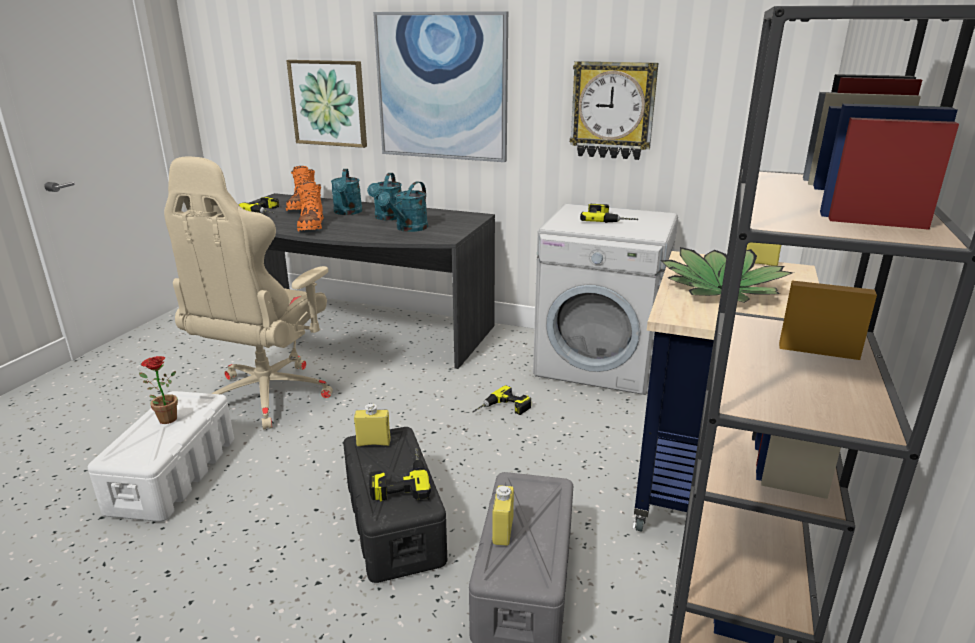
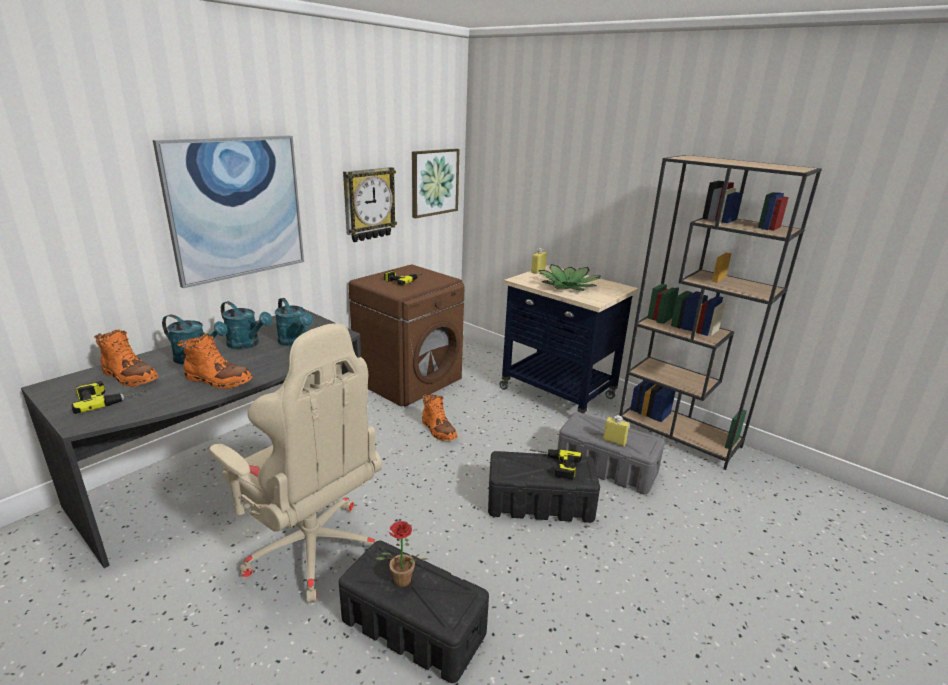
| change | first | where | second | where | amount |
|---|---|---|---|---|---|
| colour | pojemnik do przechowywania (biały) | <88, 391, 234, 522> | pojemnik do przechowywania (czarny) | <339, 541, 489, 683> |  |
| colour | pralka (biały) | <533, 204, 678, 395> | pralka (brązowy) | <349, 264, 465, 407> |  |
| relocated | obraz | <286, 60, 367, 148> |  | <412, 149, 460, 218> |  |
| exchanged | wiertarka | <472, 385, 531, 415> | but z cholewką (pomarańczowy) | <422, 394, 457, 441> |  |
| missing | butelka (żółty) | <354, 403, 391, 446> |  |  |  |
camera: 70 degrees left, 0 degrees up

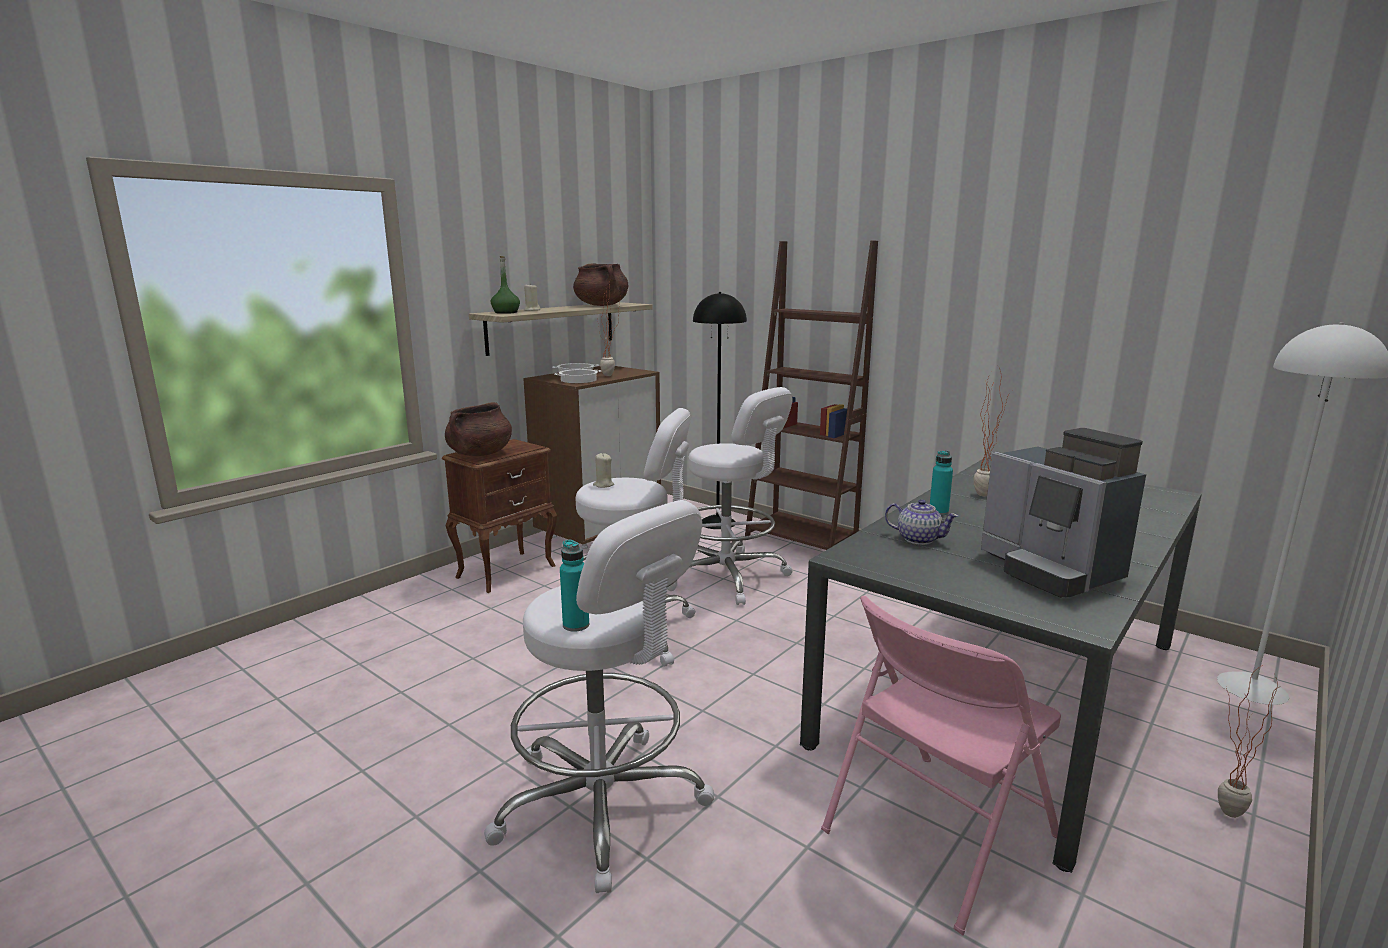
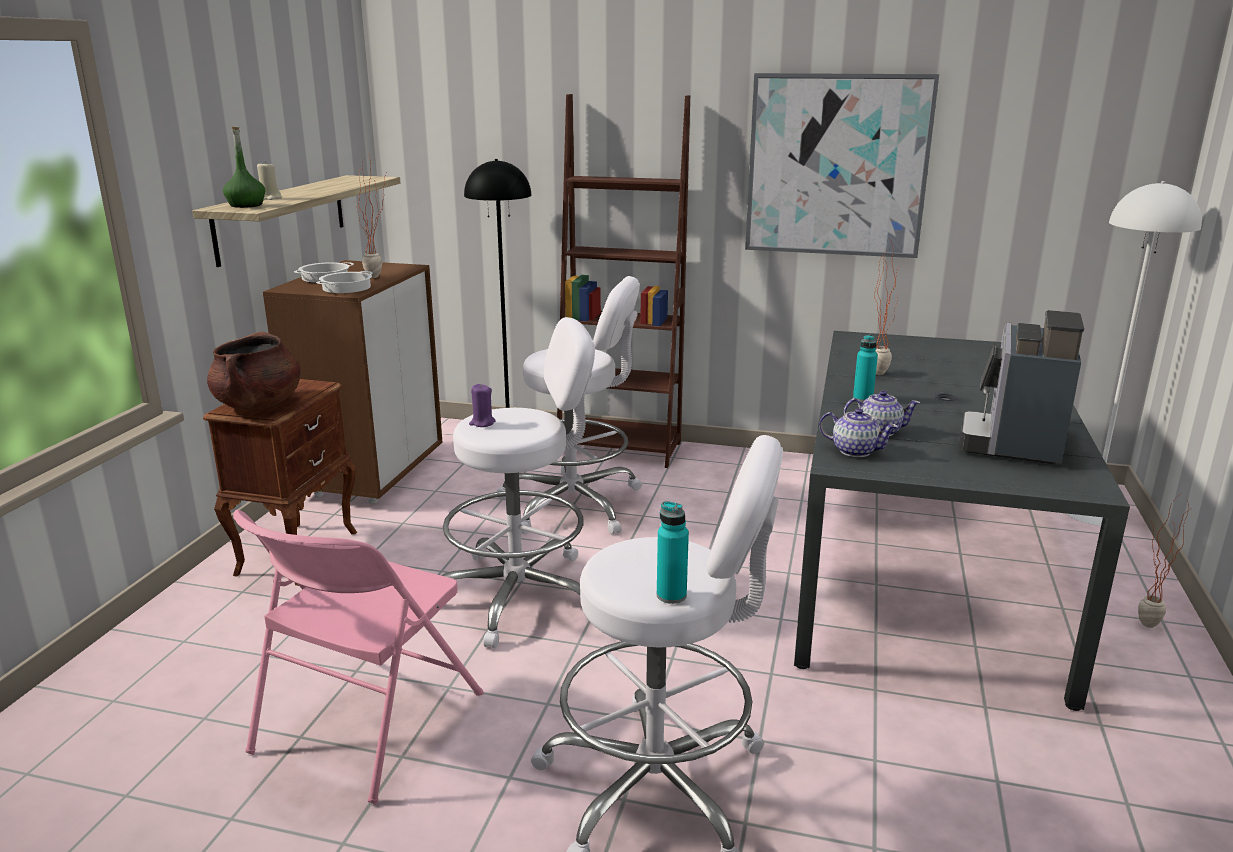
| change | first | where | second | where | amount |
|---|---|---|---|---|---|
| relocated | krzesło (różowy) | <821, 596, 1061, 936> |  | <233, 510, 484, 805> |  |
| colour | świeca (beżowy) | <593, 453, 614, 488> | świeca (fioletowy) | <469, 384, 496, 427> |  |
| appeared |  |  | obraz | <745, 73, 939, 258> |  |
| appeared |  |  | imbryk | <819, 408, 898, 457> |  |
| spun | ekspres do kawy | <981, 428, 1146, 598> |  | <959, 310, 1084, 464> | 75 degrees clockwise |
| missing | garnek (brązowy) | <573, 263, 628, 306> |  |  |  |
camera: 25 degrees left, 5 degrees up

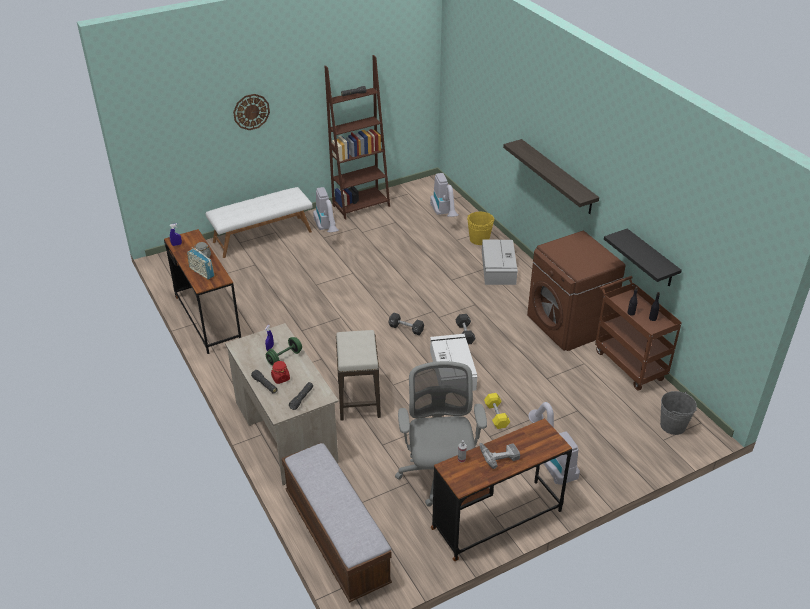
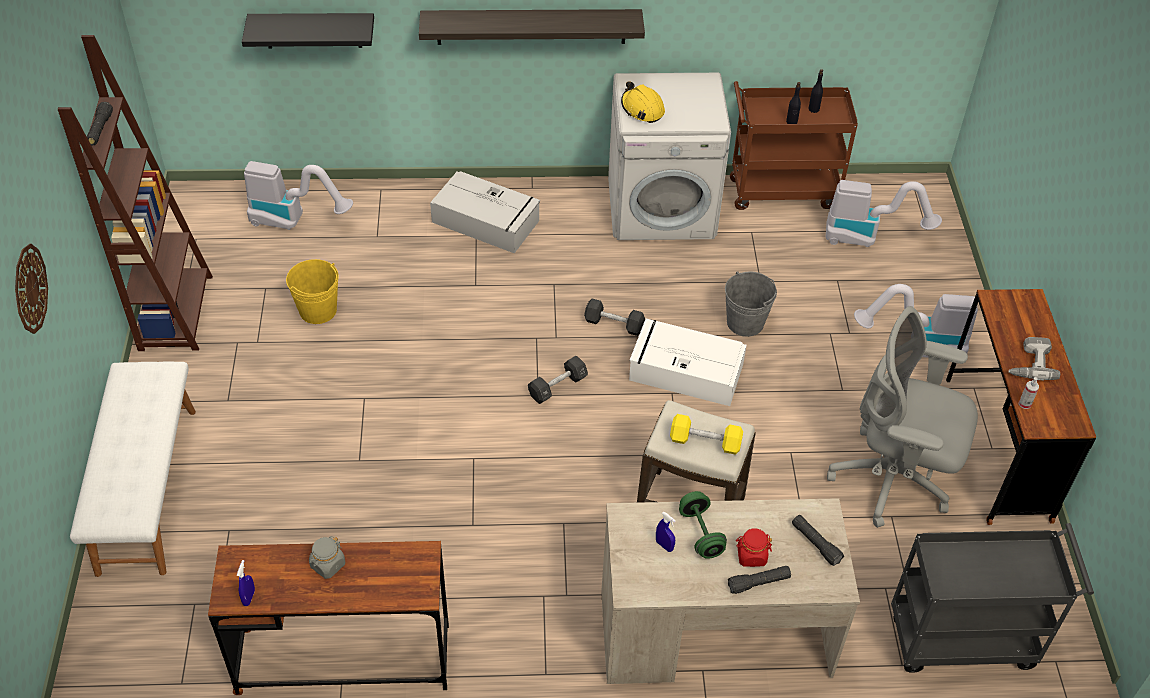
| change | first | where | second | where | amount |
|---|---|---|---|---|---|
| relocated | półka (czarny) | <604, 229, 682, 286> |  | <242, 13, 374, 48> |  |
| relocated | wiadro (żółty) | <467, 212, 494, 245> |  | <286, 259, 339, 324> |  |
| colour | pralka (brązowy) | <527, 231, 626, 351> | pralka (biały) | <608, 73, 731, 240> |  |
| appeared |  |  | kask (żółty) | <621, 81, 665, 123> |  |
| relocated | hantel (żółty) | <484, 393, 510, 429> |  | <670, 414, 743, 455> |  |
| relocated | wiadro (szary) | <660, 391, 697, 435> |  | <725, 271, 777, 337> |  |
| relocated | odkurzacz | <313, 187, 339, 232> |  | <826, 180, 942, 247> |  |
| exchanged | ławka | <282, 443, 392, 603> | wózek (szary) | <891, 523, 1094, 673> |  |
| missing | radio | <187, 247, 215, 279> |  |  |  |
camera: 65 degrees left, 10 degrees up

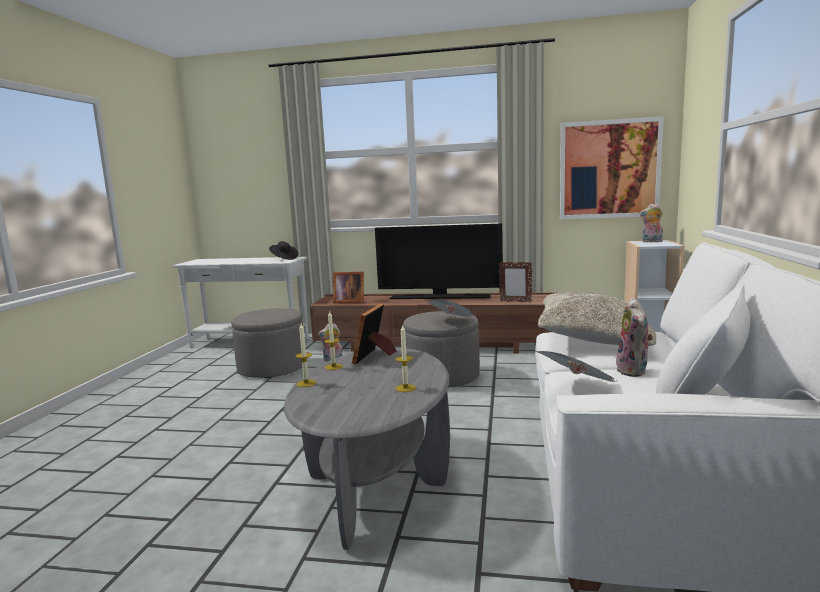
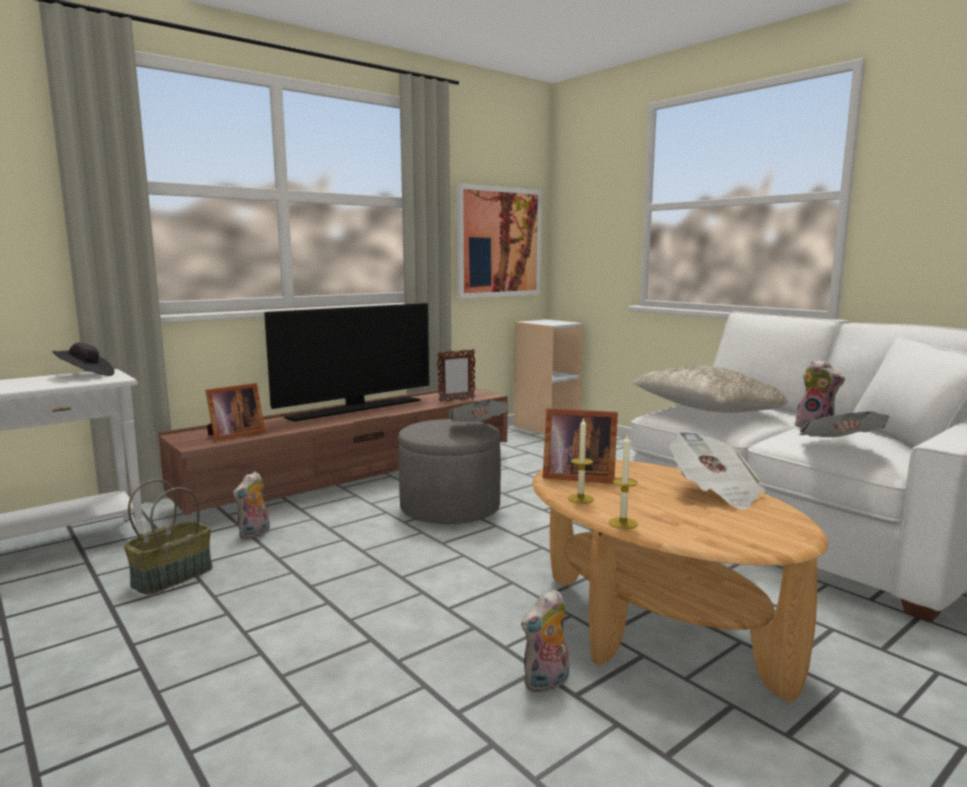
| change | first | where | second | where | amount |
|---|---|---|---|---|---|
| exchanged | pufa (szary) | <231, 308, 303, 378> | koszyk | <124, 479, 213, 595> |  |
| relocated | pluszak | <639, 203, 663, 243> |  | <521, 589, 569, 693> |  |
| colour | ława (szary) | <284, 348, 450, 550> | ława (brązowy) | <532, 460, 828, 702> |  |
| spun | ramka na zdjęcie | <352, 303, 396, 365> |  | <543, 408, 618, 484> | 45 degrees counterclockwise |
| exchanged | świeca | <396, 324, 416, 392> | gazeta | <669, 430, 766, 510> |  |
camera: 50 degrees left, 0 degrees up

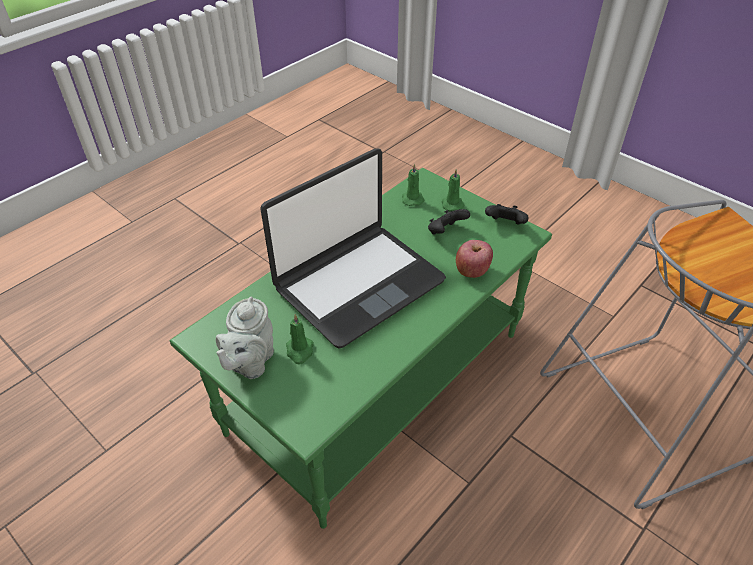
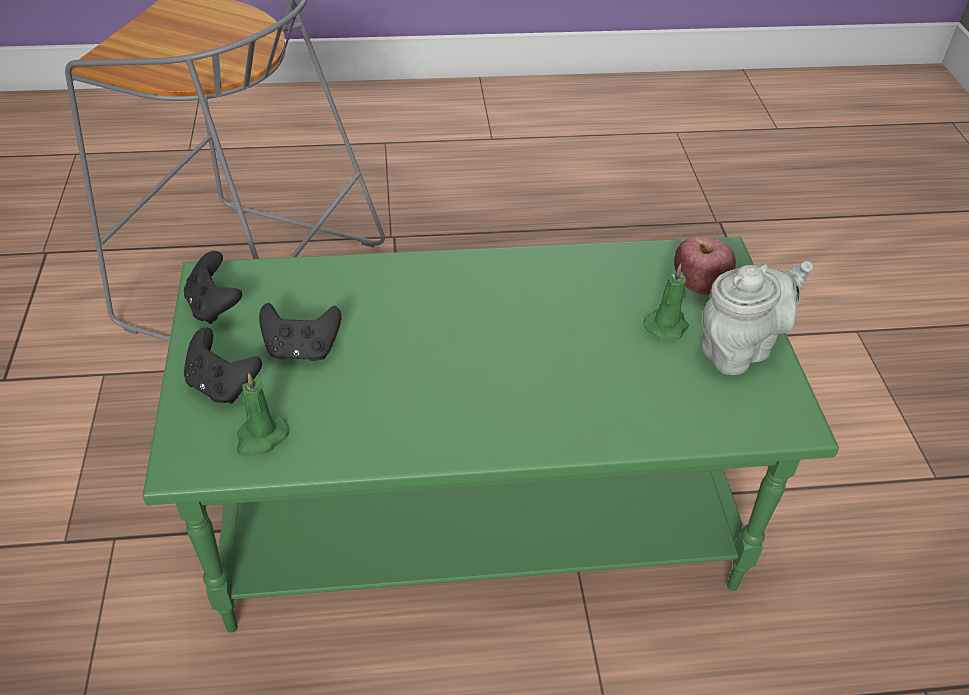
| change | first | where | second | where | amount |
|---|---|---|---|---|---|
| exchanged | świeca (zielony) | <442, 169, 464, 211> | pad do gier (czarny) | <184, 327, 262, 404> |  |
| relocated | jabłko | <456, 240, 493, 278> |  | <674, 236, 736, 295> |  |
| missing | laptop | <260, 149, 446, 348> |  |  |  |
camera: 140 degrees left, 0 degrees up

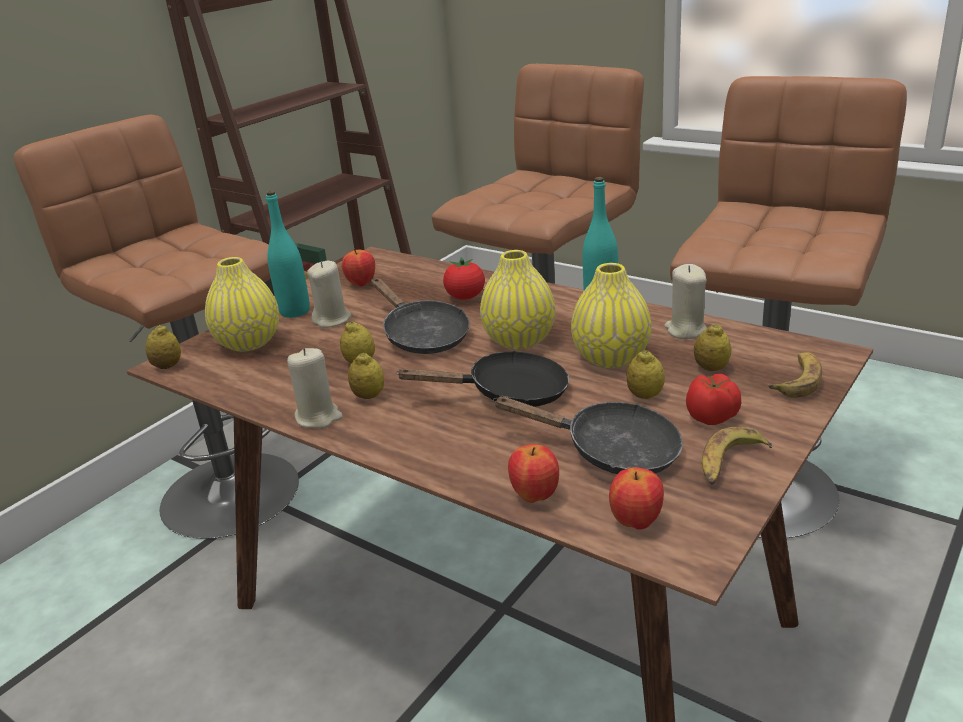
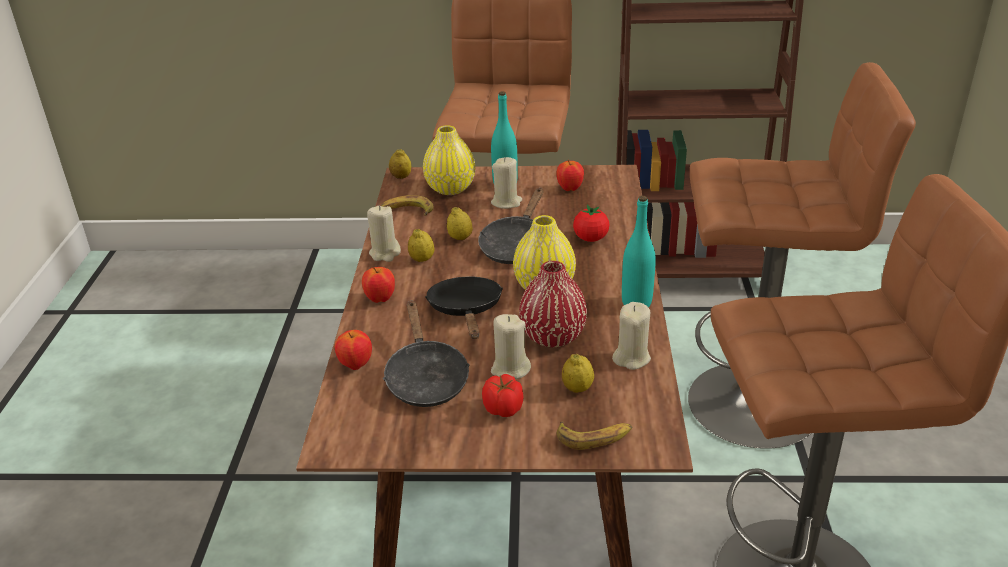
| change | first | where | second | where | amount |
|---|---|---|---|---|---|
| relocated | jabłko | <609, 467, 664, 530> |  | <362, 267, 395, 303> |  |
| relocated | banan | <702, 427, 772, 485> |  | <381, 195, 434, 216> |  |
| spun | patelnia (czarny) | <395, 351, 569, 407> |  | <425, 276, 503, 339> | 150 degrees counterclockwise |
| exchanged | cytryna | <627, 350, 665, 399> | świeca (beżowy) | <491, 314, 531, 379> |  |
| colour | wazon (żółty) | <571, 263, 652, 368> | wazon (czerwony) | <519, 261, 587, 347> |  |
camera: 55 degrees right, 5 degrees up

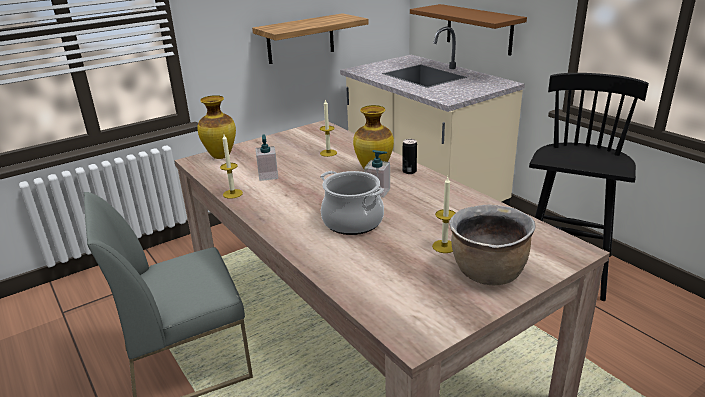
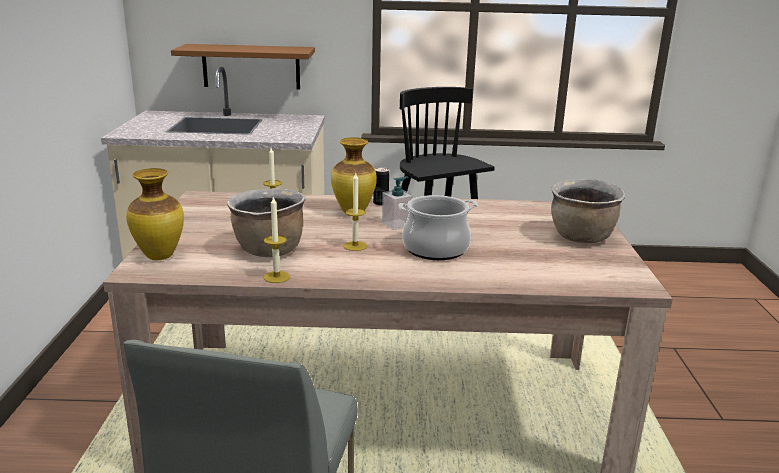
| change | first | where | second | where | amount |
|---|---|---|---|---|---|
| exchanged | dozownik mydła | <256, 134, 278, 181> | garnek (brązowy) | <227, 188, 305, 257> |  |
| relocated | świeca | <432, 177, 455, 253> |  | <343, 173, 367, 251> |  |
| missing | półka | <252, 13, 369, 64> |  |  |  |
camera: 55 degrees left, 5 degrees down

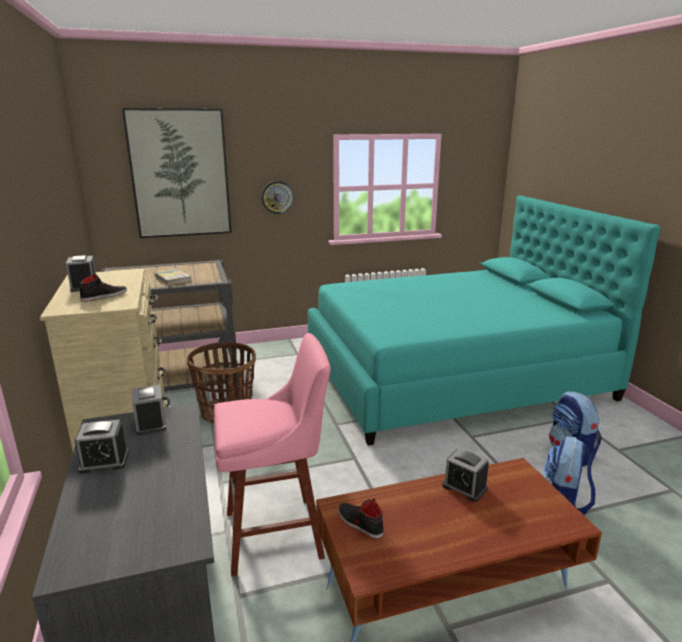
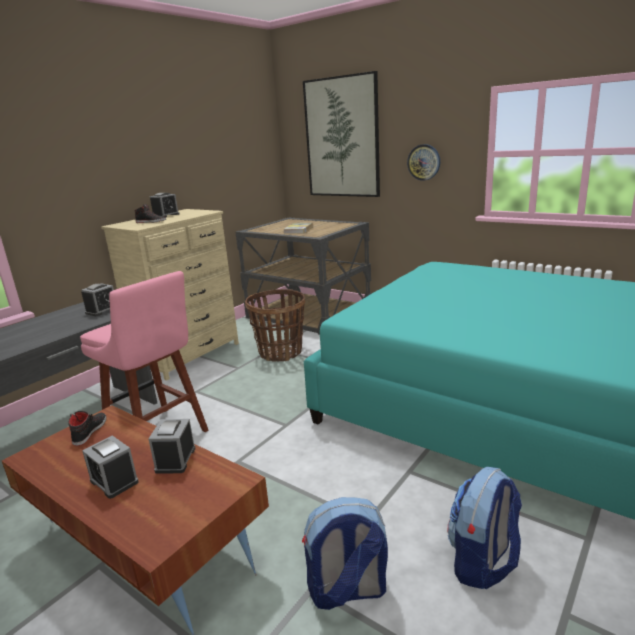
| change | first | where | second | where | amount |
|---|---|---|---|---|---|
| relocated | budzik | <75, 419, 129, 474> |  | <82, 435, 139, 499> |  |
camera: 55 degrees right, 0 degrees up

